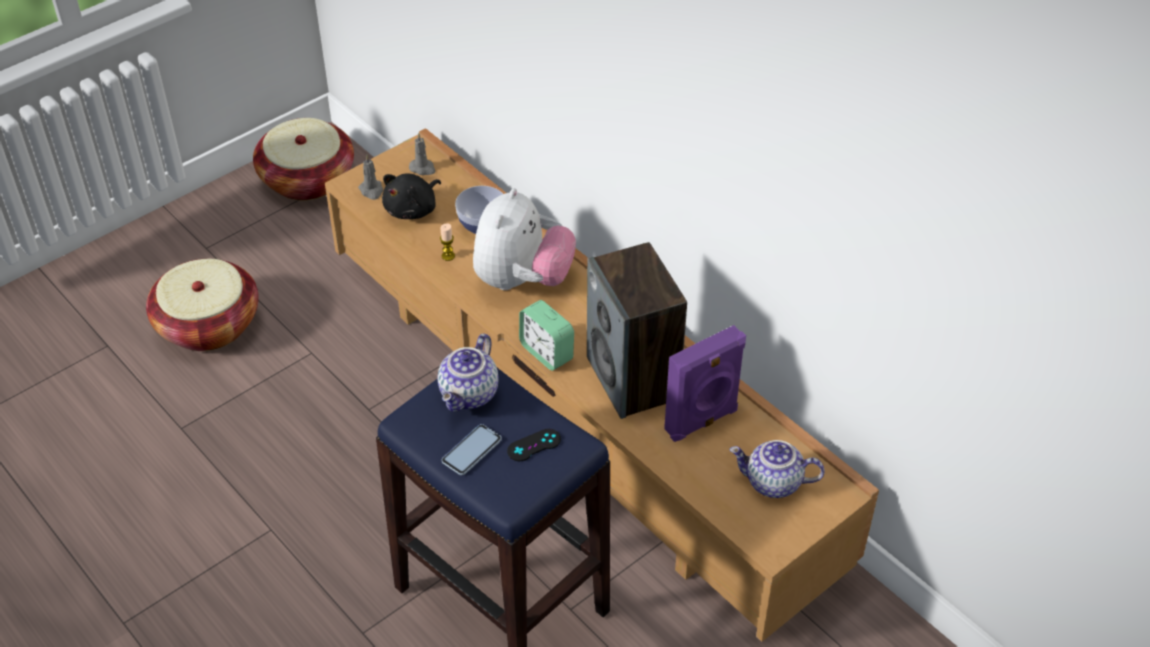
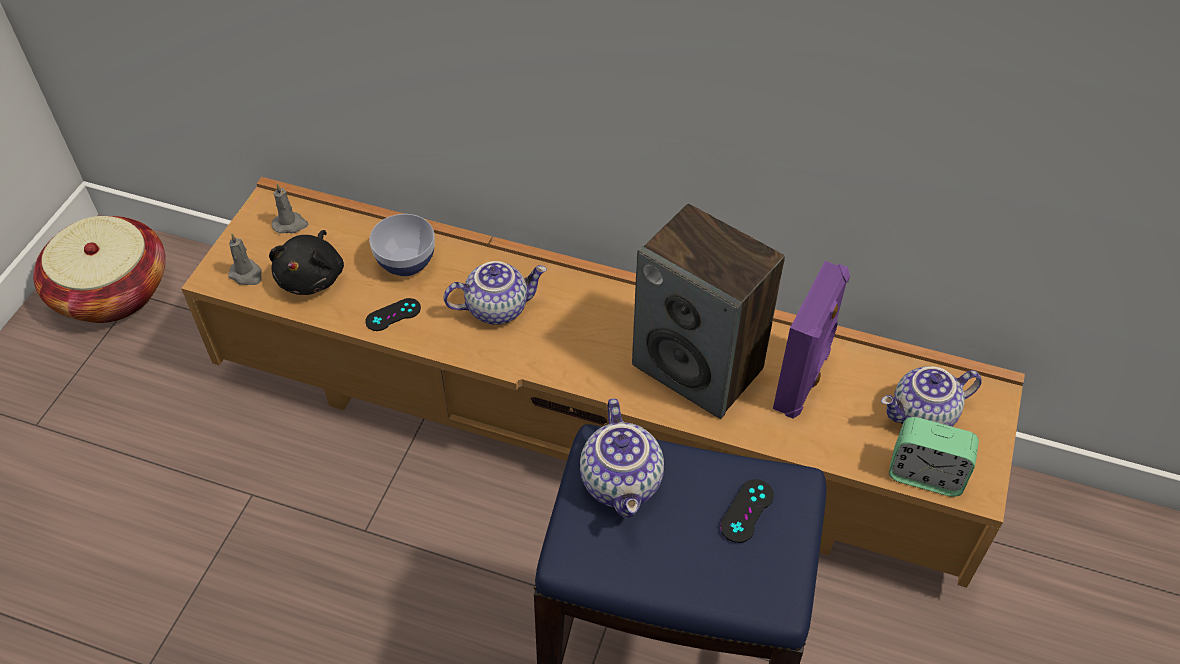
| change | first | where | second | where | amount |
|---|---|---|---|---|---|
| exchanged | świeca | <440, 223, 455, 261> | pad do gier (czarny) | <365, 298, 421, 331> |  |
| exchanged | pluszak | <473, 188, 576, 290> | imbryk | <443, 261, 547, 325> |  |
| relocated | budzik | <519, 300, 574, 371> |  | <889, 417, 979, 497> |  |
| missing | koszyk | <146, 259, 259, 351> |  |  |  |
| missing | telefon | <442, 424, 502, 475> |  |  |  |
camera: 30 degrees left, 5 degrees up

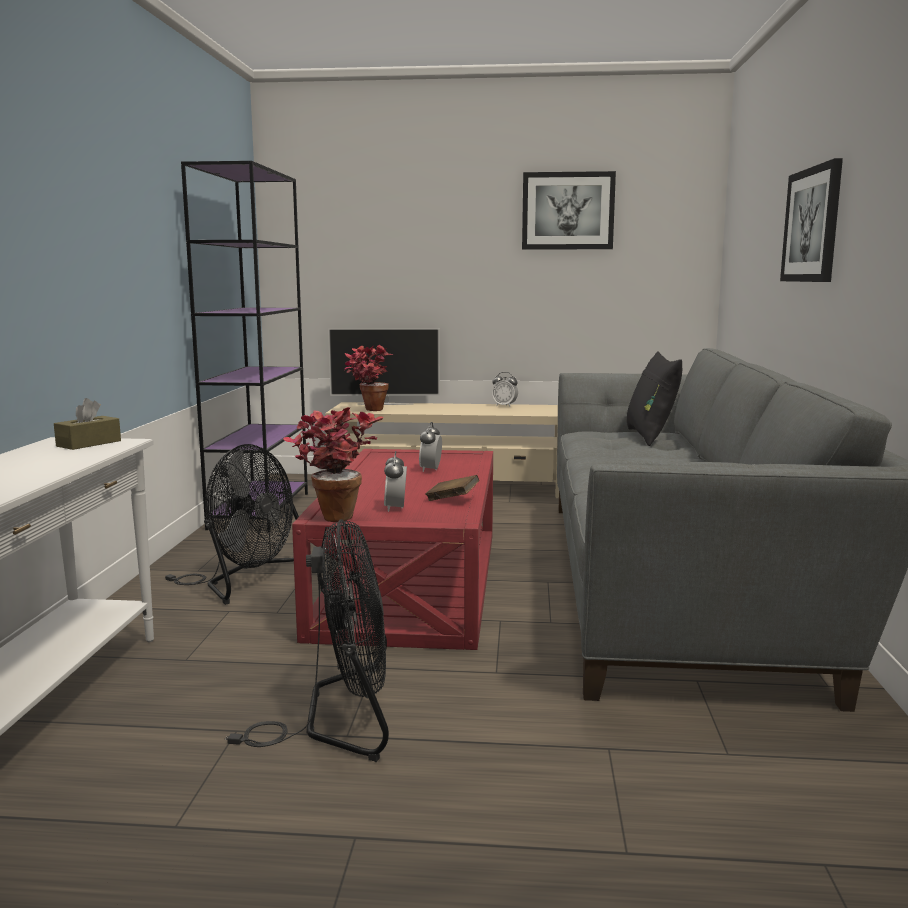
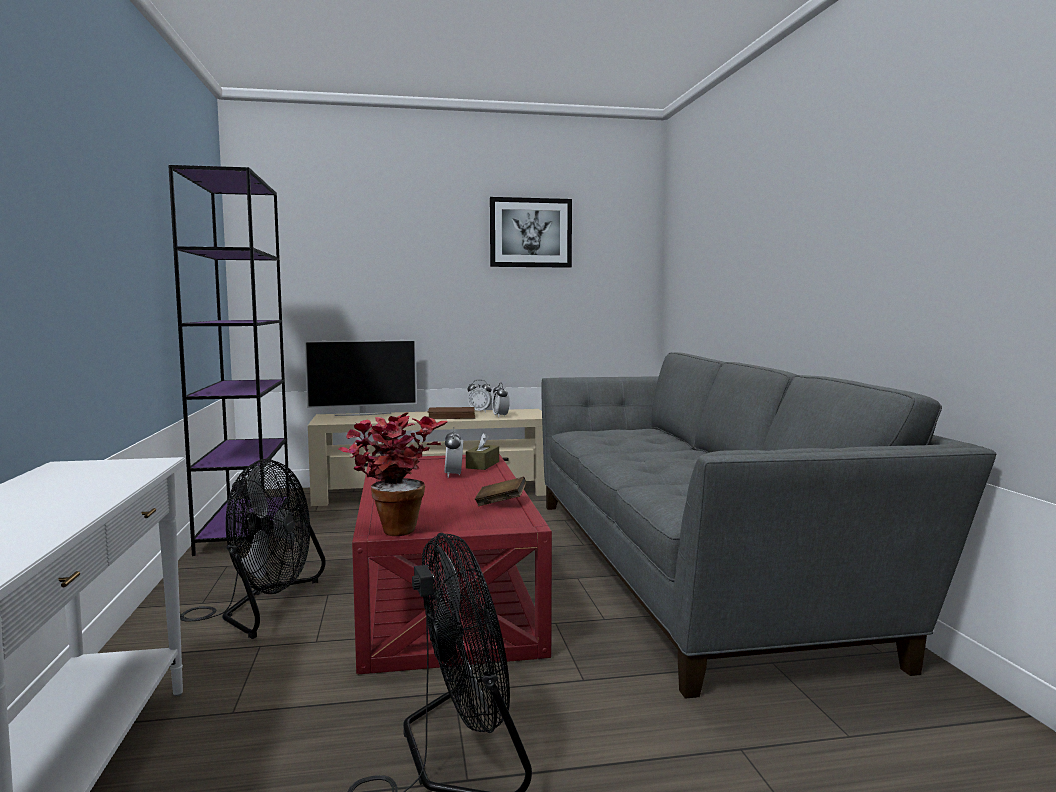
| change | first | where | second | where | amount |
|---|---|---|---|---|---|
| appeared |  |  | książka (brązowy) | <428, 407, 475, 419> |  |
| relocated | pudełko chusteczek (brązowy) | <54, 398, 121, 450> |  | <466, 433, 499, 470> |  |
| relocated | budzik | <384, 451, 407, 512> |  | <492, 383, 510, 417> |  |
| missing | roślina doniczkowa | <344, 345, 393, 411> |  |  |  |
| missing | poduszka (czarny) | <627, 351, 682, 446> |  |  |  |
| missing | obraz | <780, 158, 843, 282> |  |  |  |
camera: 15 degrees left, 5 degrees down

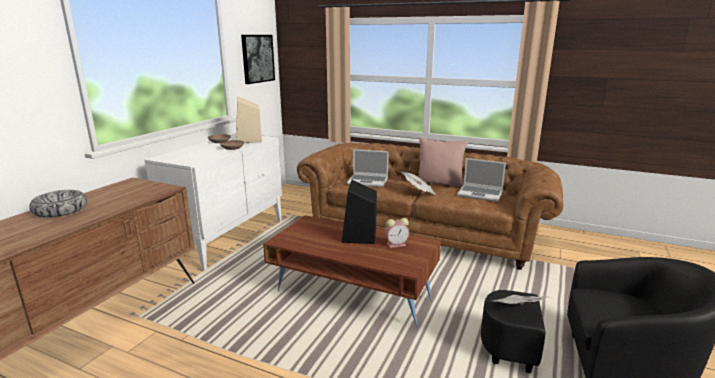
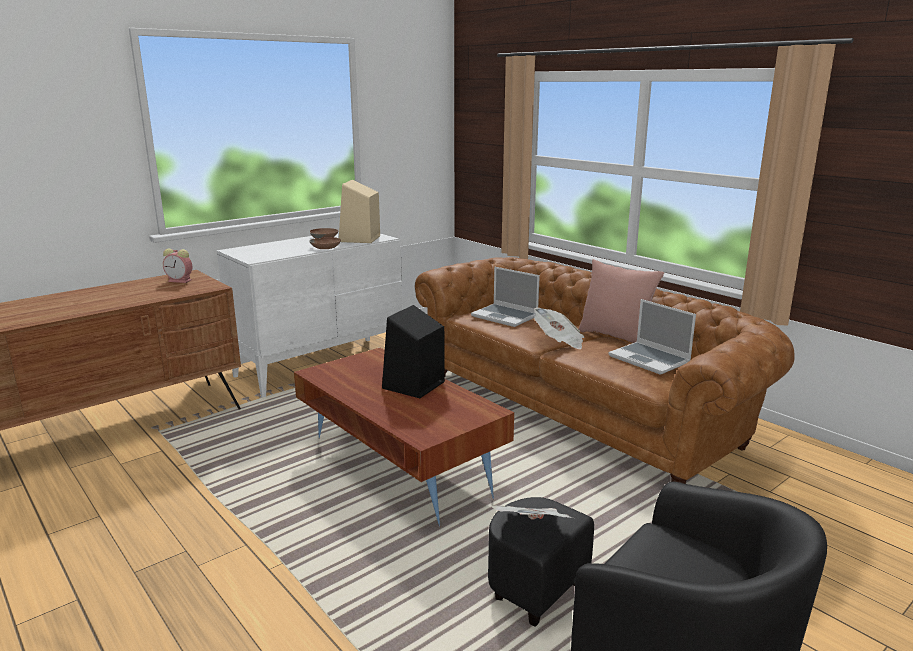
| change | first | where | second | where | amount |
|---|---|---|---|---|---|
| relocated | budzik | <385, 218, 409, 248> |  | <163, 248, 193, 283> |  |
| missing | miska | <29, 190, 87, 217> |  |  |  |
| missing | obraz | <241, 35, 275, 84> |  |  |  |
camera: 25 degrees right, 0 degrees up

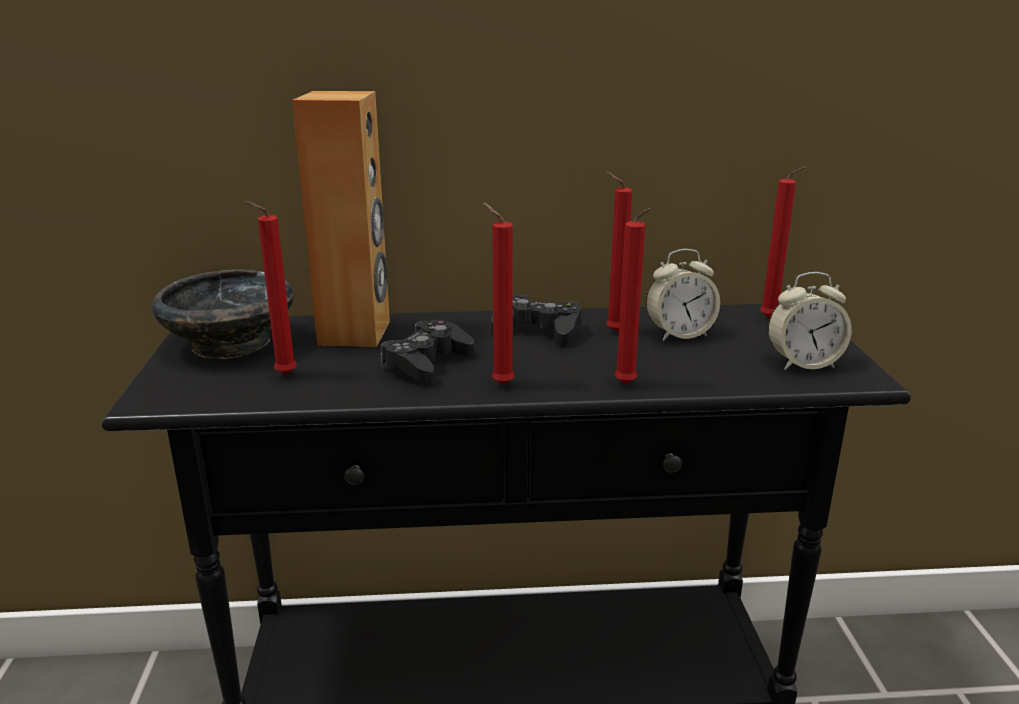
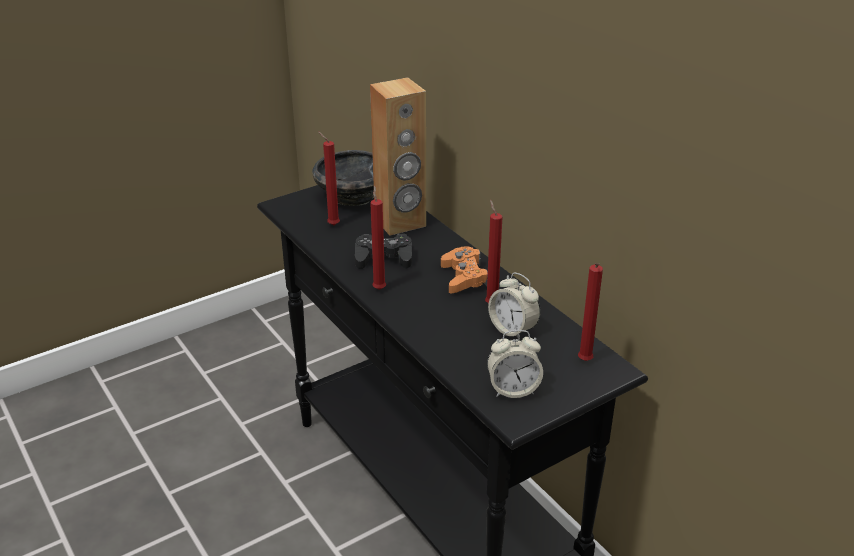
| change | first | where | second | where | amount |
|---|---|---|---|---|---|
| colour | pad do gier (czarny) | <491, 295, 582, 347> | pad do gier (pomarańczowy) | <441, 246, 488, 293> |  |
| spun | budzik | <768, 272, 852, 370> |  | <487, 330, 543, 398> | 60 degrees counterclockwise |
| missing | świeca (czerwony) | <614, 208, 651, 384> |  |  |  |
camera: 60 degrees right, 10 degrees up

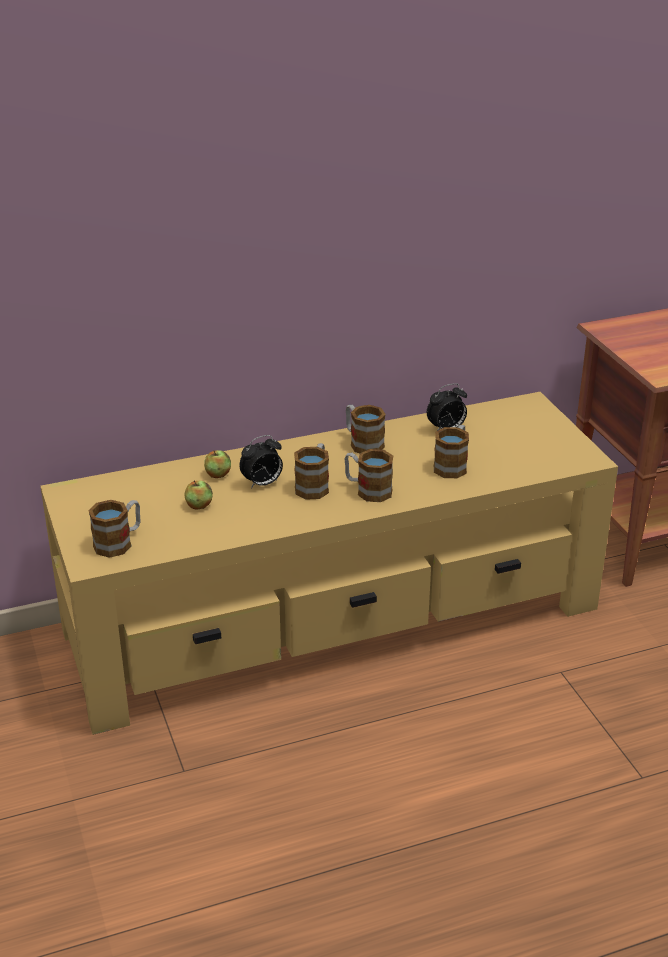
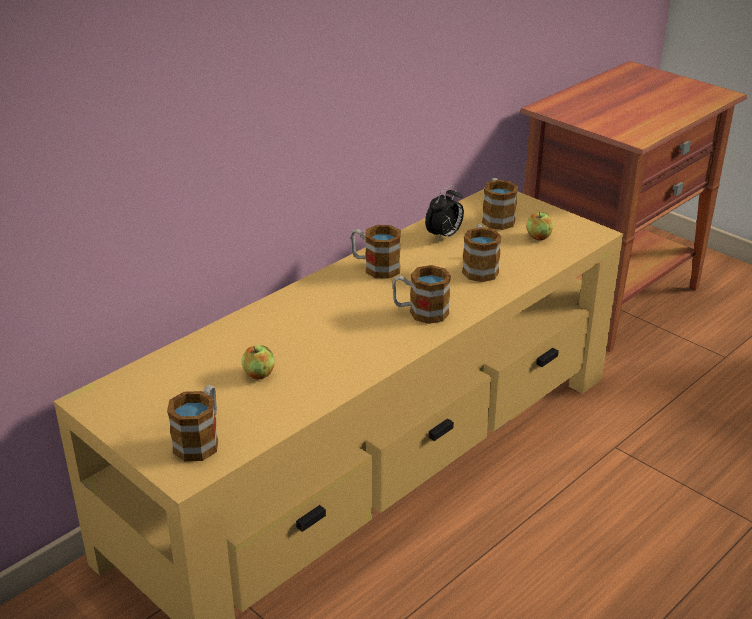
| change | first | where | second | where | amount |
|---|---|---|---|---|---|
| relocated | kubek | <294, 443, 329, 500> |  | <482, 178, 518, 230> |  |
| relocated | jabłko | <204, 450, 231, 478> |  | <527, 212, 553, 240> |  |
| missing | budzik | <239, 435, 283, 489> |  |  |  |
camera: 25 degrees left, 0 degrees up

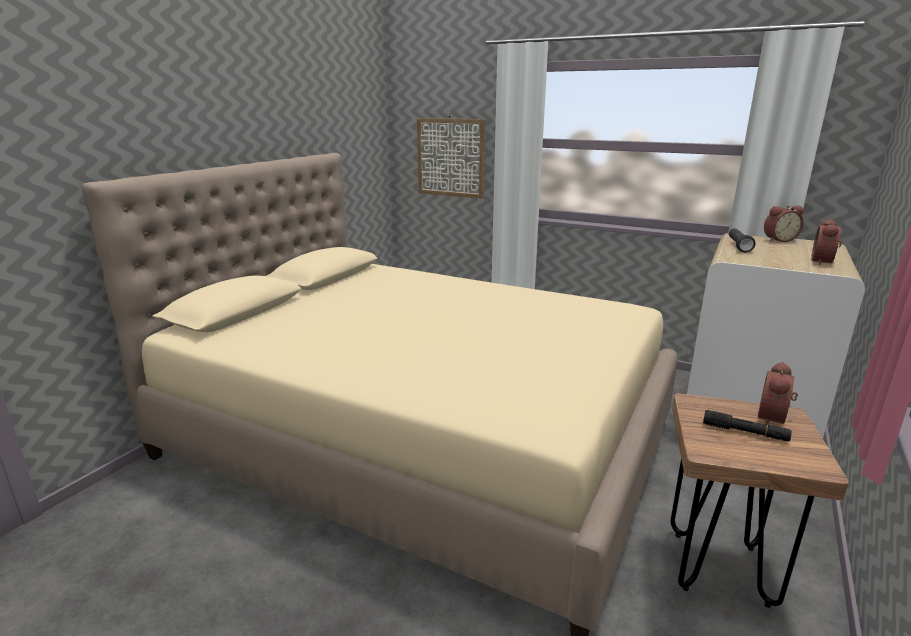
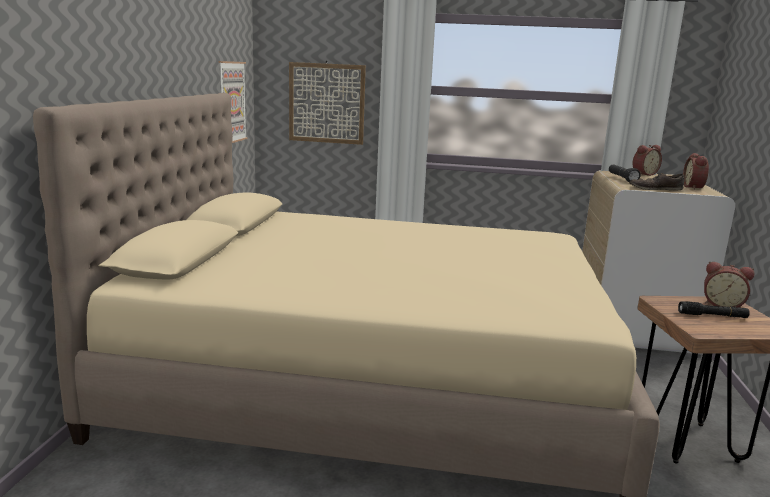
| change | first | where | second | where | amount |
|---|---|---|---|---|---|
| appeared |  |  | obraz | <218, 61, 247, 143> |  |
| appeared |  |  | but (brązowy) | <629, 173, 684, 190> |  |
| spun | budzik | <758, 362, 798, 425> |  | <704, 262, 755, 308> | 75 degrees counterclockwise |
camera: 20 degrees left, 5 degrees down

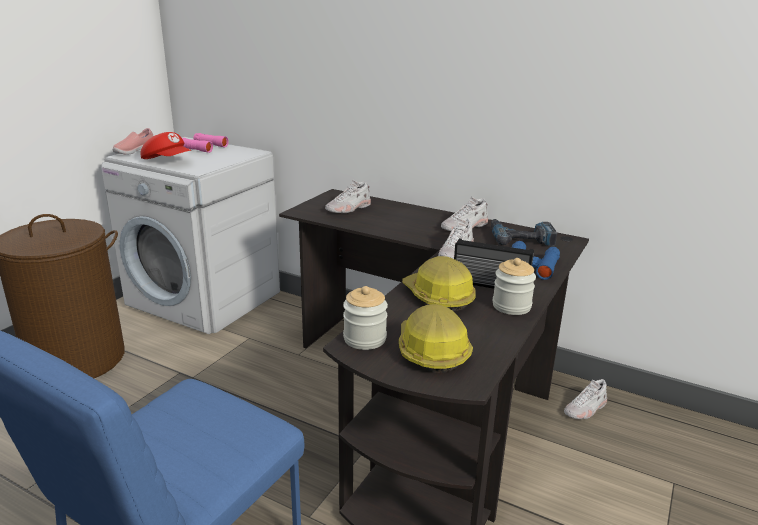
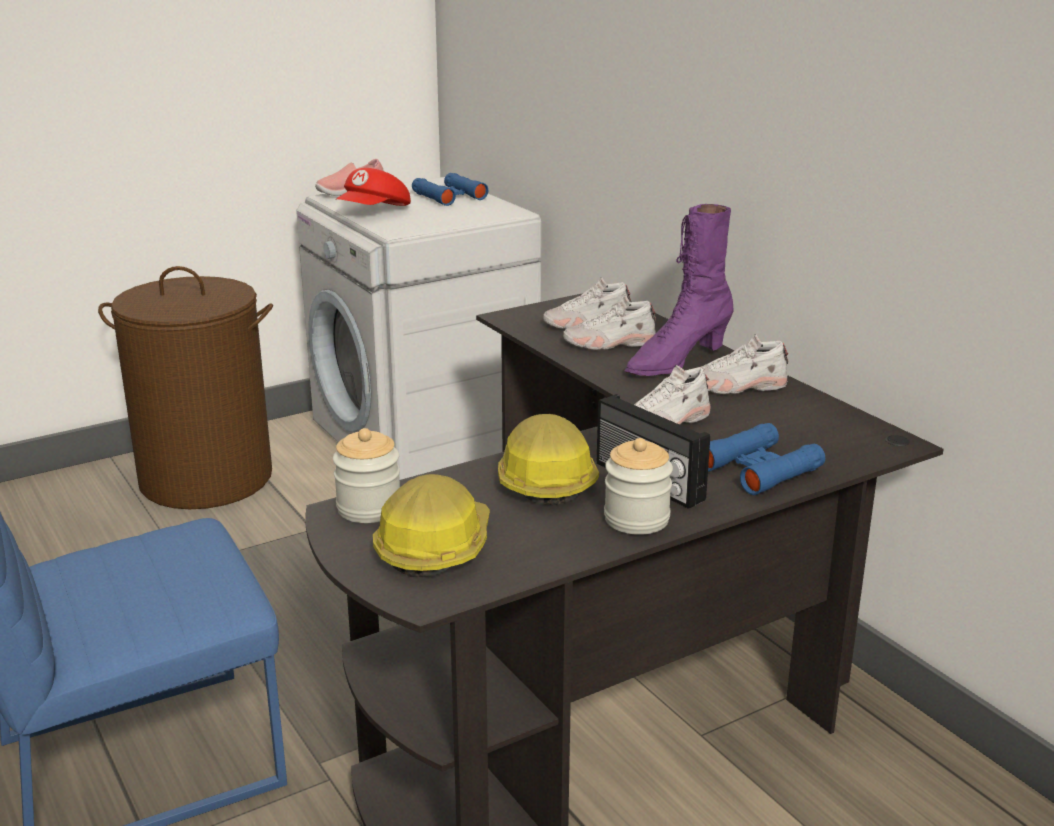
| change | first | where | second | where | amount |
|---|---|---|---|---|---|
| spun | czapka z daszkiem (czerwony) | <141, 132, 192, 159> |  | <336, 168, 411, 206> | 60 degrees clockwise |
| colour | lornetka (różowy) | <182, 133, 229, 153> | lornetka (niebieski) | <412, 173, 488, 206> |  |
| relocated | but (biały) | <564, 379, 607, 419> |  | <563, 295, 656, 350> |  |
| appeared |  |  | but z cholewką (fioletowy) | <624, 204, 734, 376> |  |
| missing | wiertarka | <491, 219, 557, 246> |  |  |  |
camera: 30 degrees right, 0 degrees up

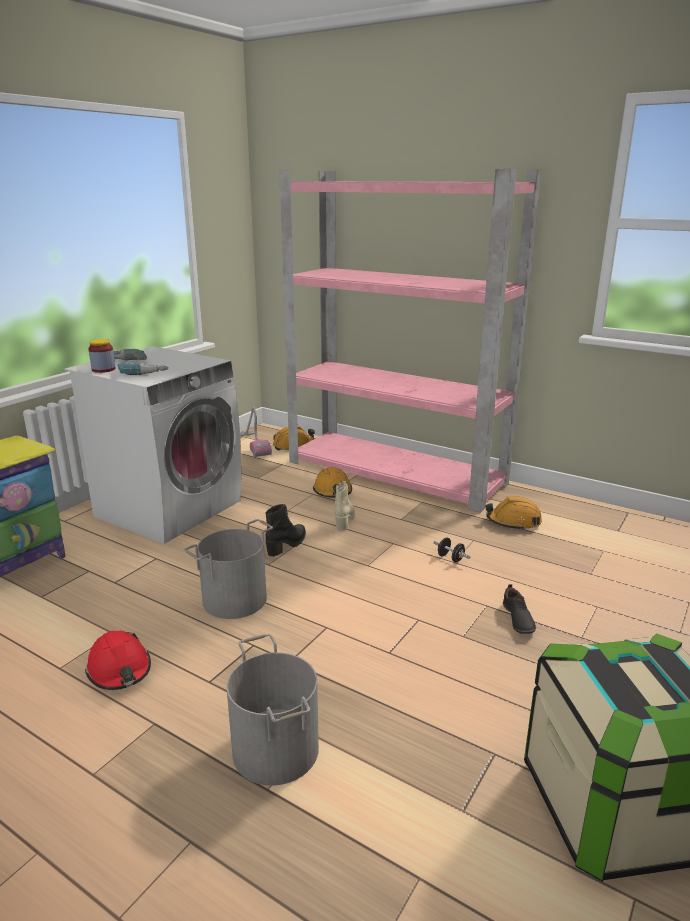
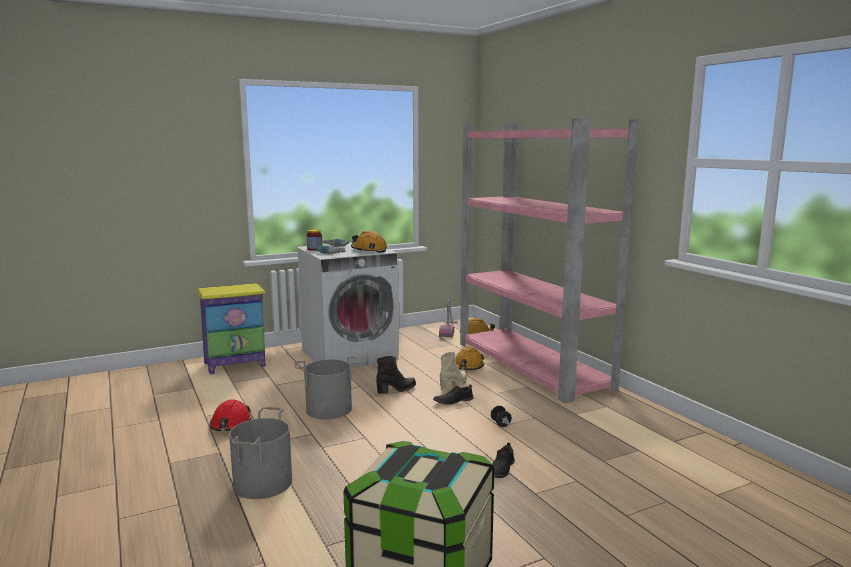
| change | first | where | second | where | amount |
|---|---|---|---|---|---|
| relocated | kask (pomarańczowy) | <485, 496, 542, 531> |  | <351, 231, 387, 253> |  |
| appeared |  |  | but (czarny) | <433, 384, 474, 405> |  |
camera: 30 degrees right, 10 degrees down

